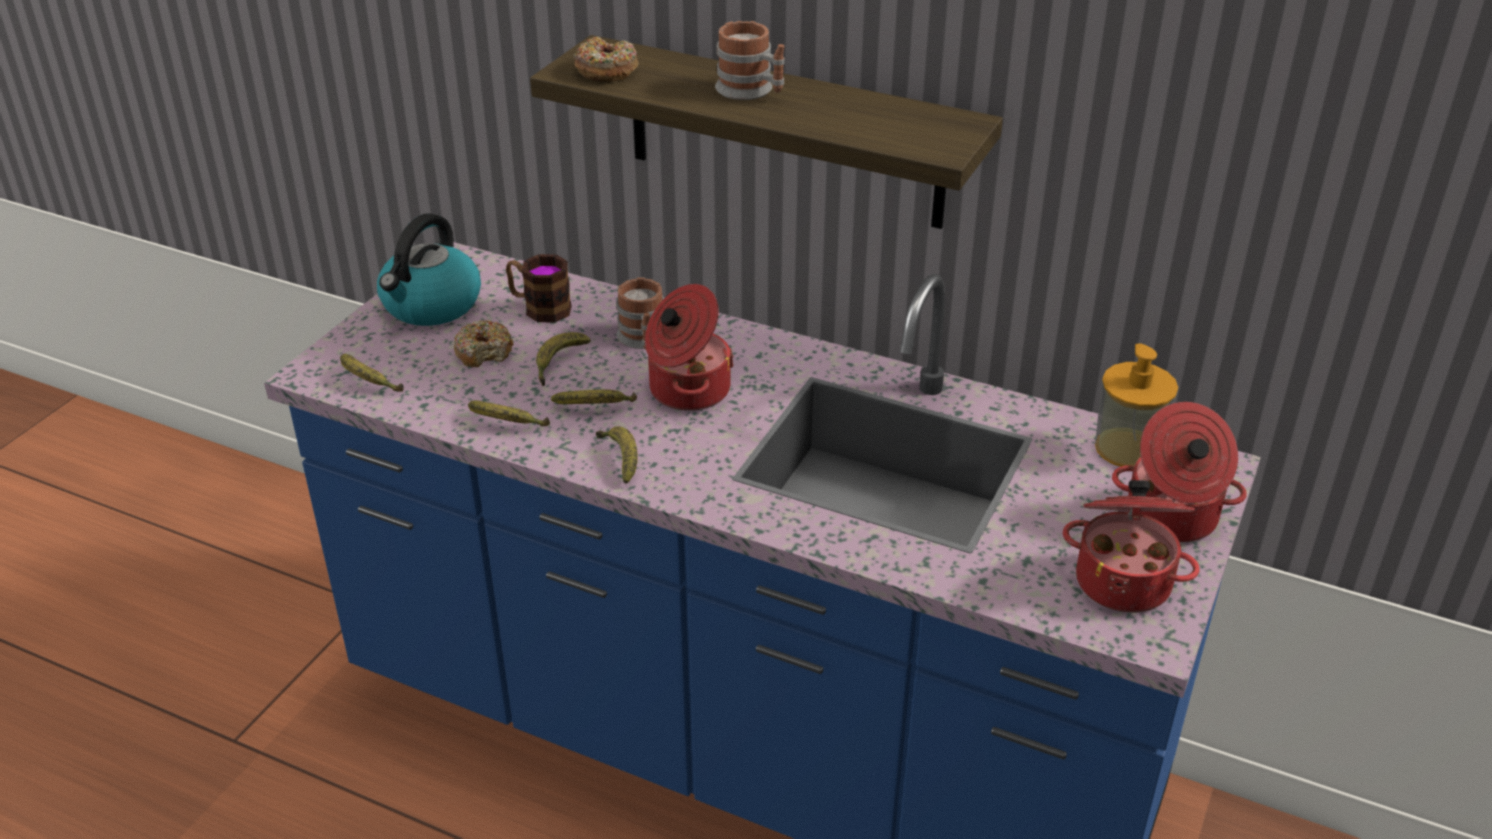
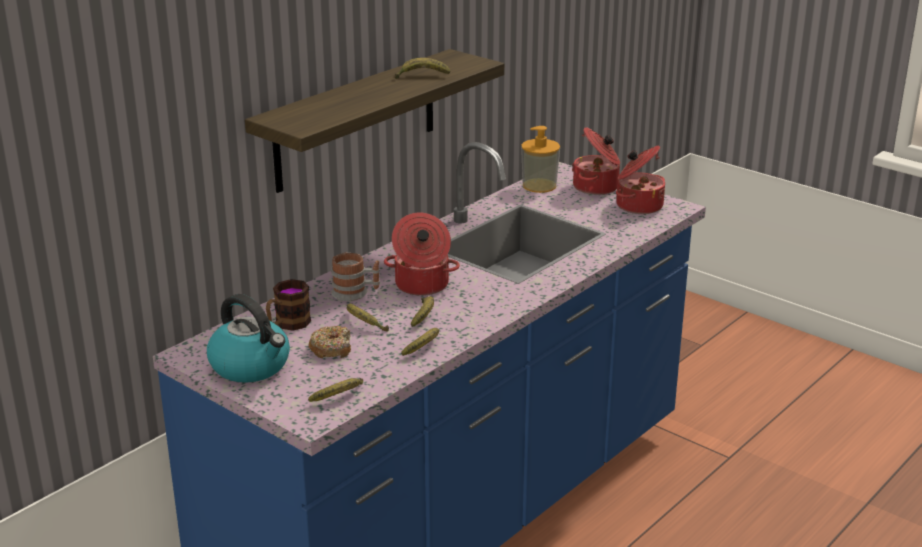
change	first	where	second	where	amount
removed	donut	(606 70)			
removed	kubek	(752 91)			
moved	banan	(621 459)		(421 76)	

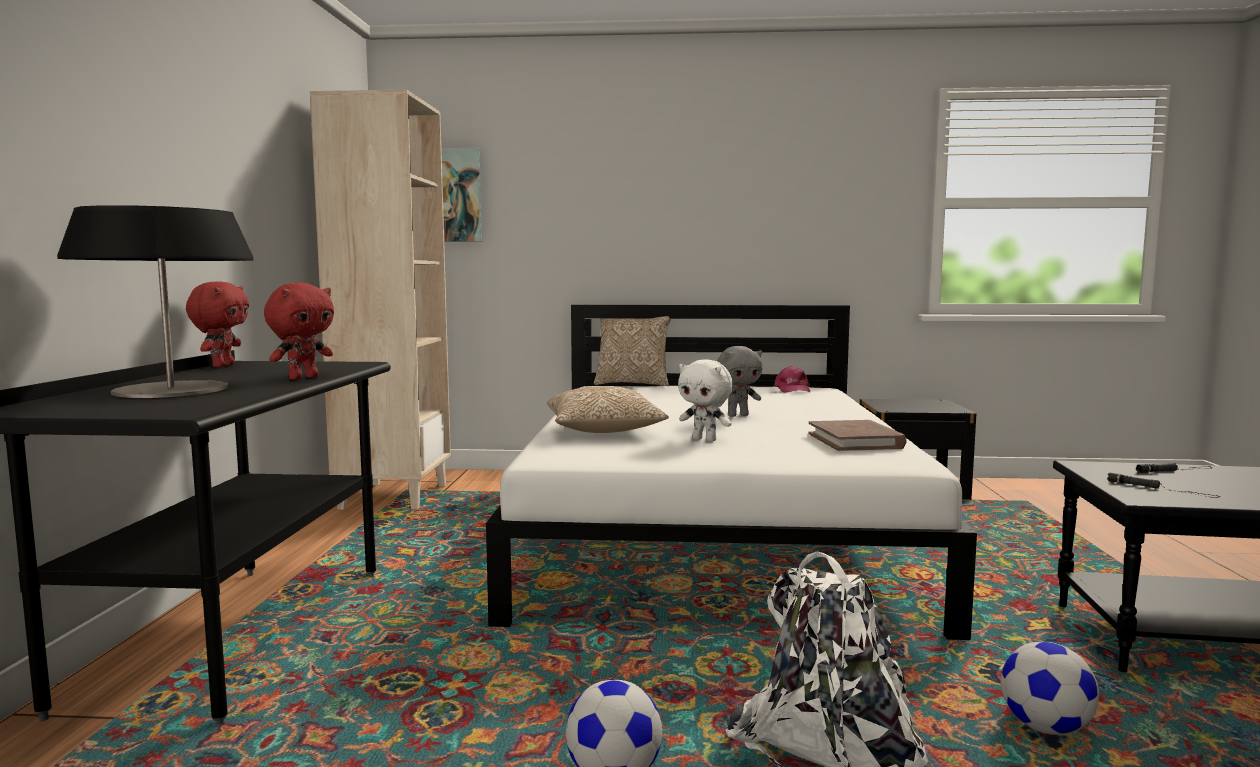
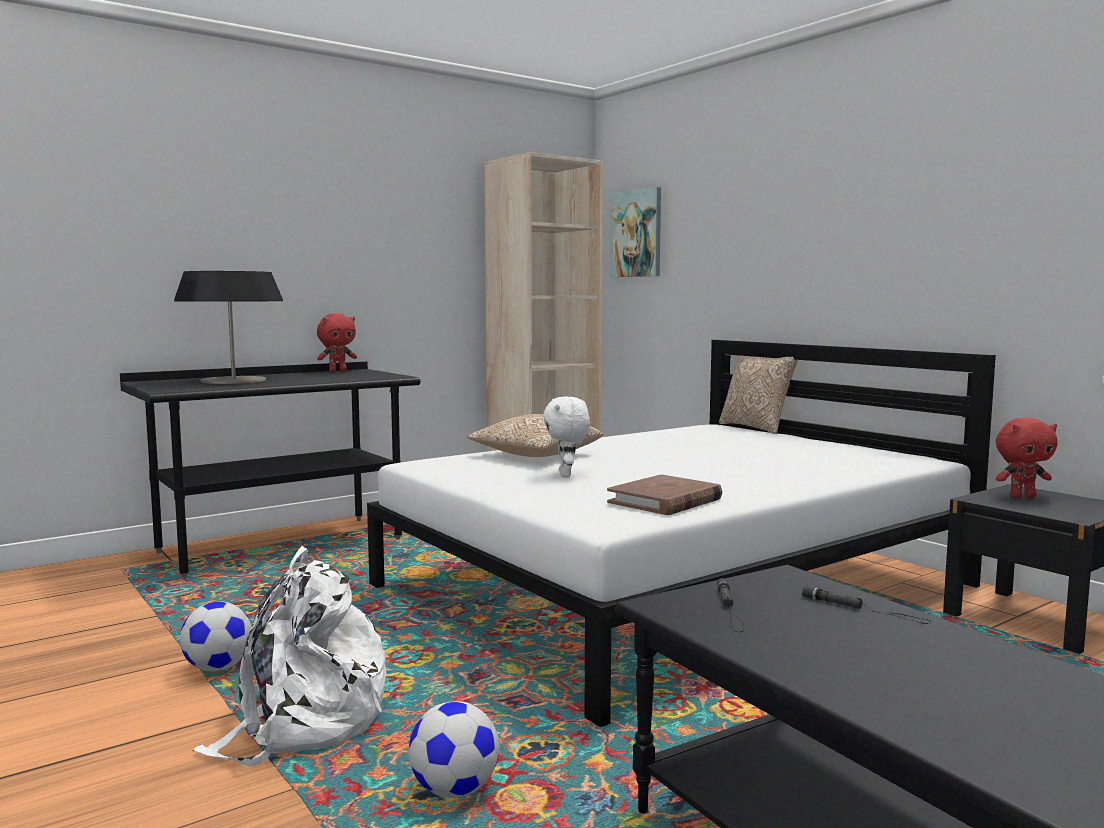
change	first	where	second	where	amount
removed	pluszak [szary]	(738 415)			
removed	czapka z daszkiem [różowy]	(792 389)			
moved	pluszak [czerwony]	(303 378)		(1022 496)	

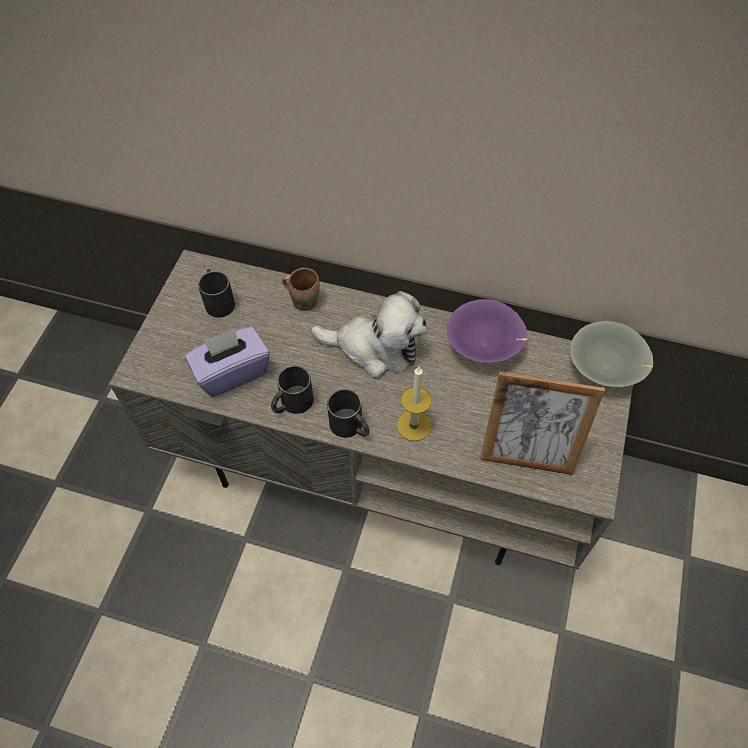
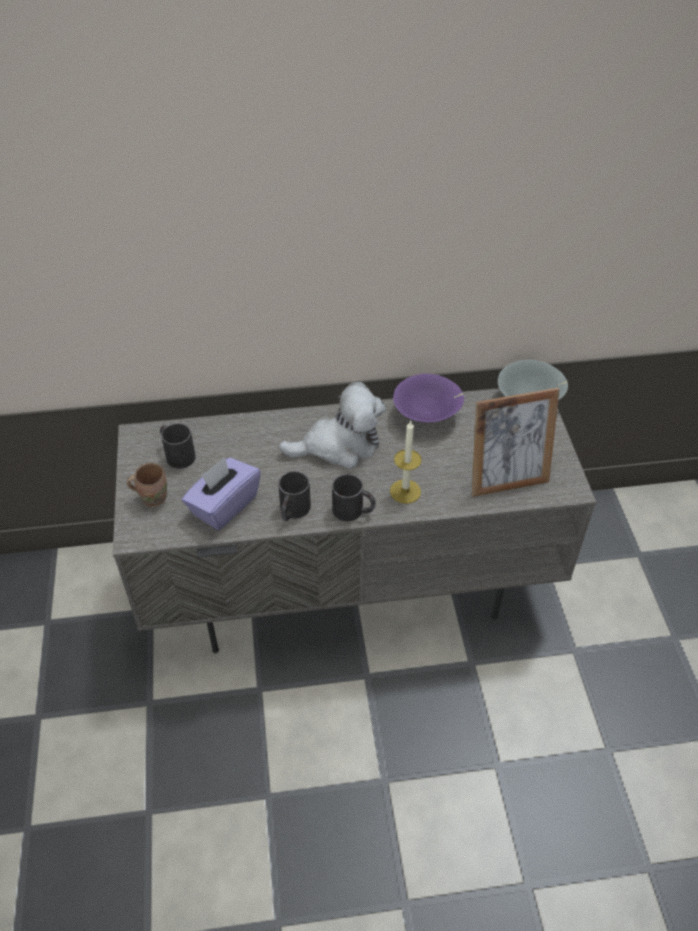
change	first	where	second	where	amount
moved	kubek [brązowy]	(304 300)		(152 496)	

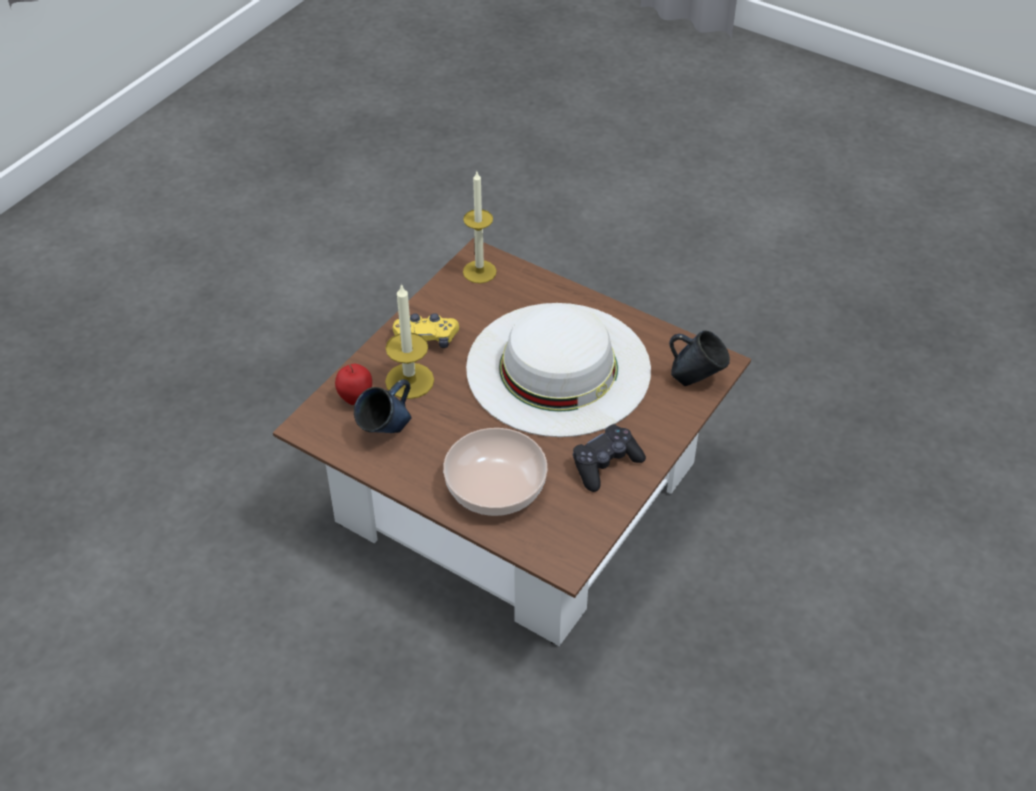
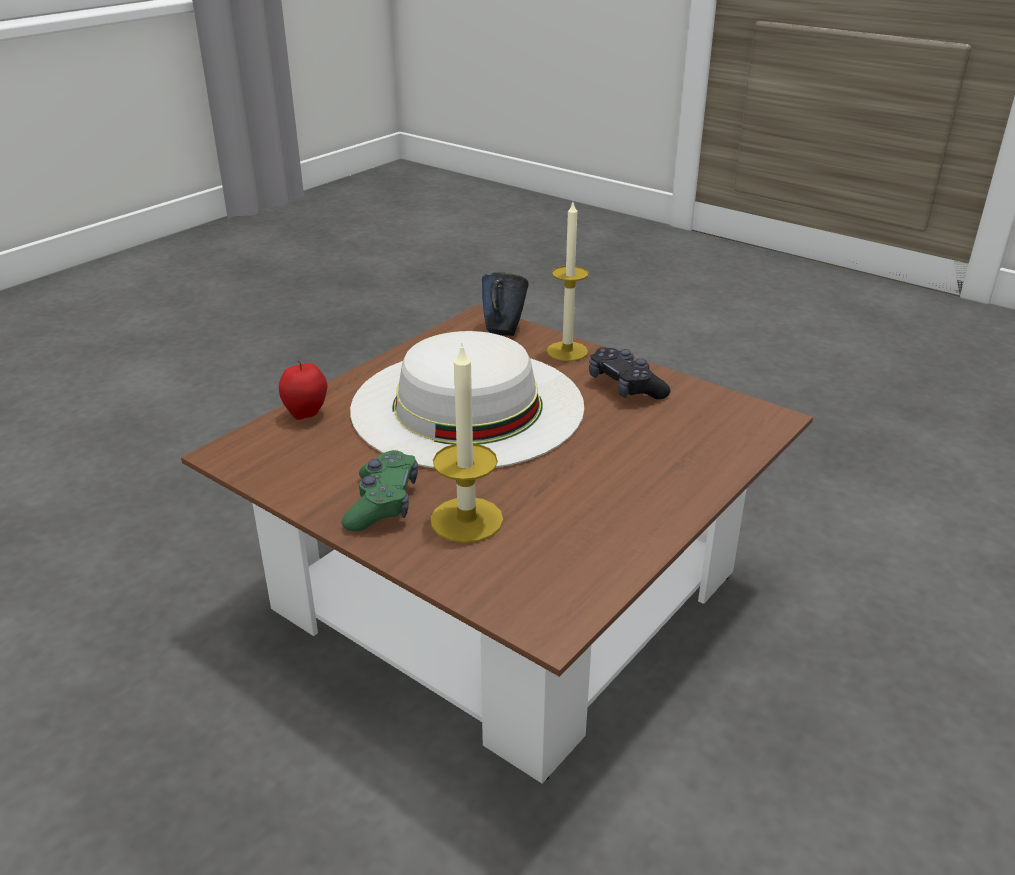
change	first	where	second	where	amount
removed	kubek [niebieski]	(387 432)			
removed	miska	(496 488)			
moved	jabłko	(356 400)		(306 414)	
moved	świeca	(479 272)		(567 351)	
recoloured	pad do gier [żółty]	(425 339)	pad do gier [zielony]	(383 503)	

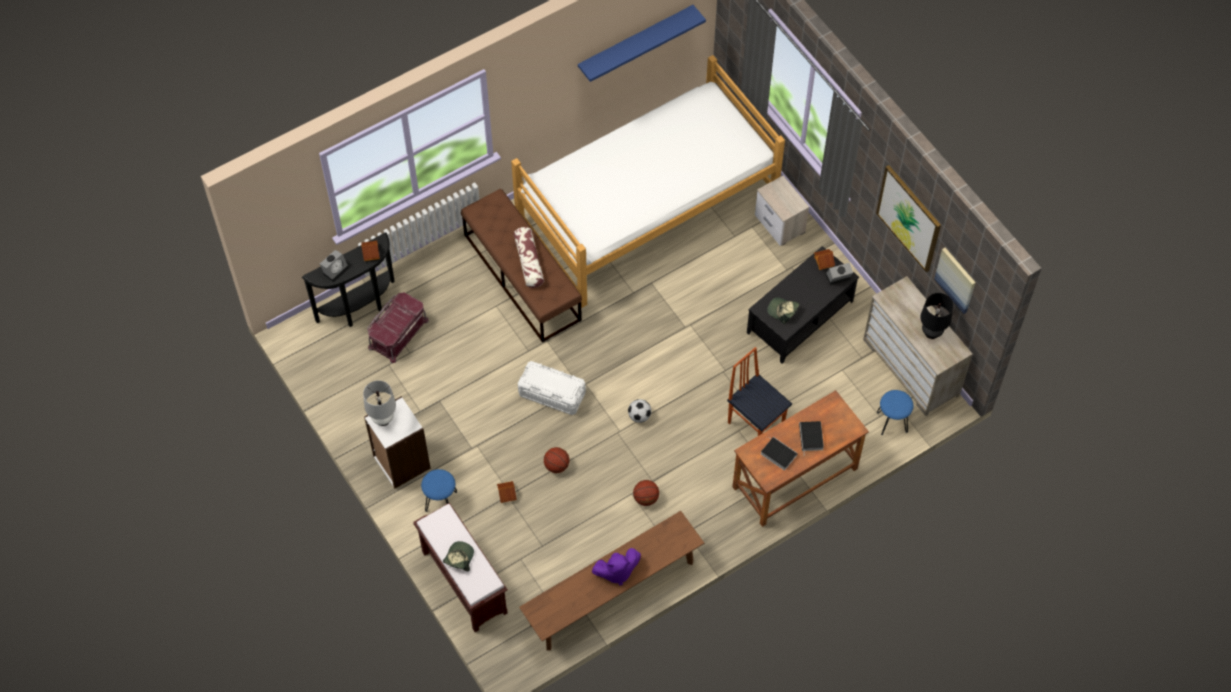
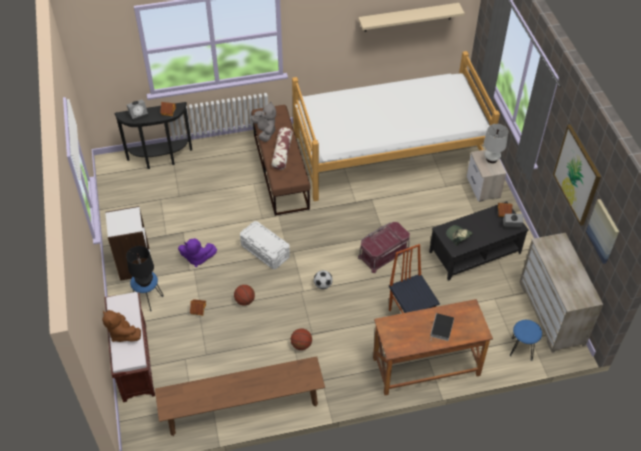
change	first	where	second	where	amount
removed	książka	(777 454)			
added			pluszak [szary]	(265 132)	
moved	lampa stołowa [biały]	(383 419)		(491 159)	
moved	pojemnik do przechowywania [czerwony]	(397 333)		(383 253)	
moved	pluszak [fioletowy]	(616 572)		(197 258)	
moved	lampa stołowa [czarny]	(932 332)		(144 281)	
replaced	czapka z daszkiem	(459 558)	pluszak [brązowy]	(122 333)	
recoloured	półka [niebieski]	(635 41)	półka [beżowy]	(408 17)	

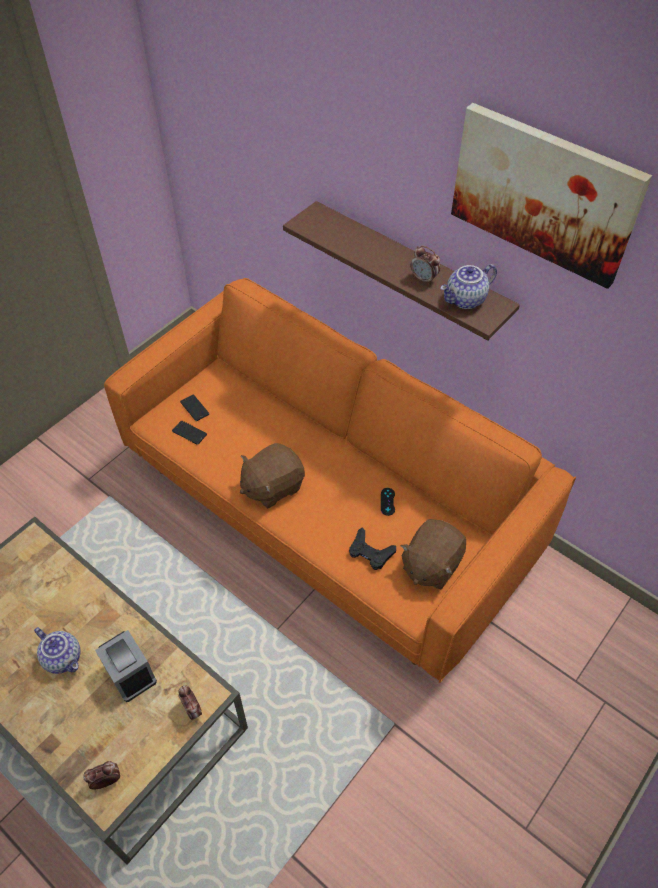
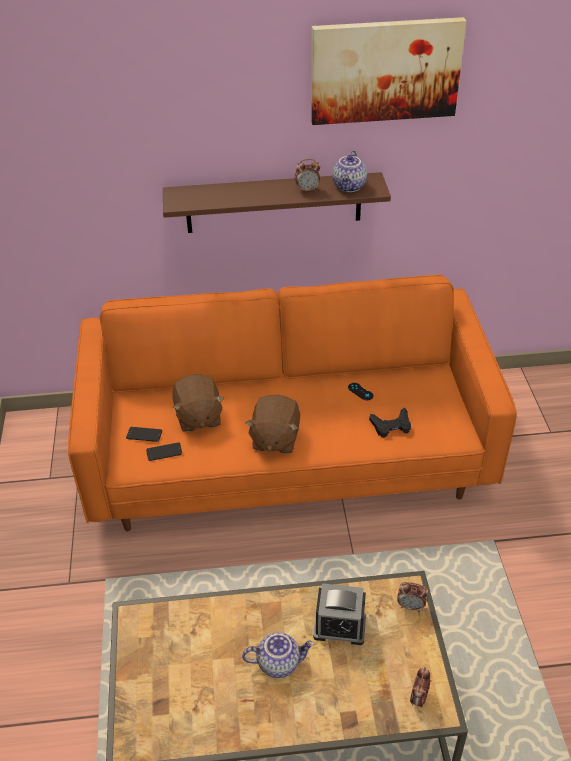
change	first	where	second	where	amount
moved	pluszak [brązowy]	(430 565)		(198 417)	

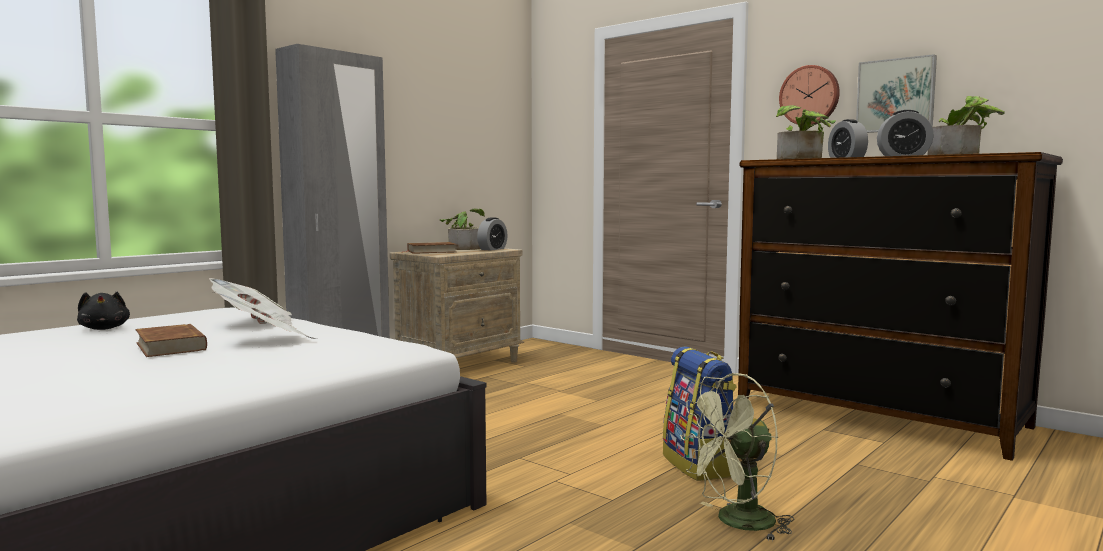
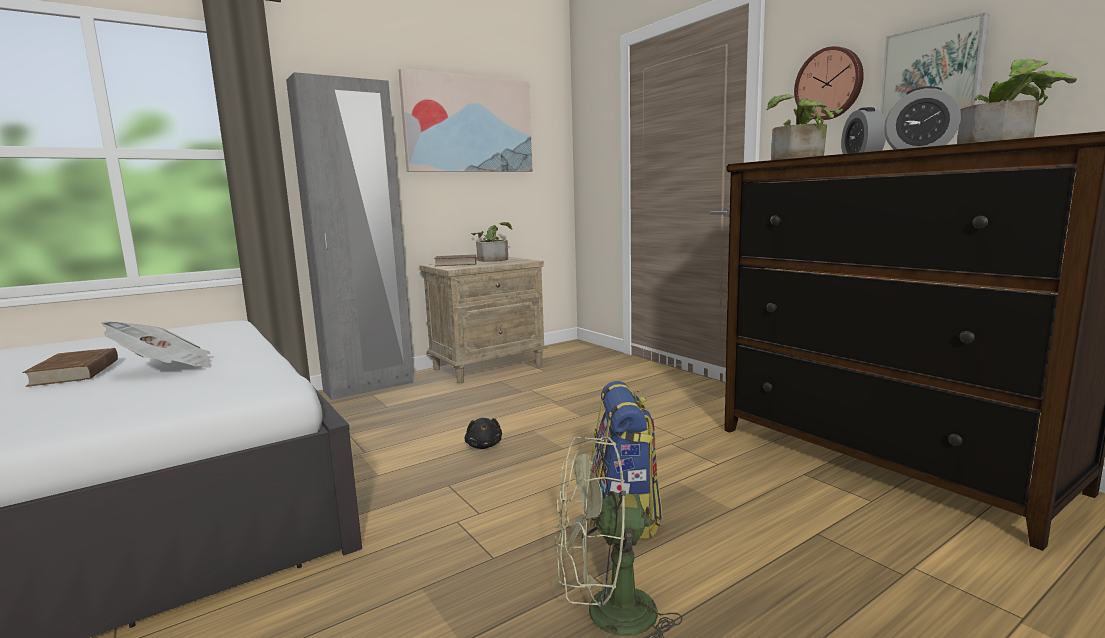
change	first	where	second	where	amount
removed	gazeta	(255 324)			
removed	budzik	(492 249)			
added			obraz	(468 125)	
moved	pluszak [czarny]	(104 328)		(484 445)	

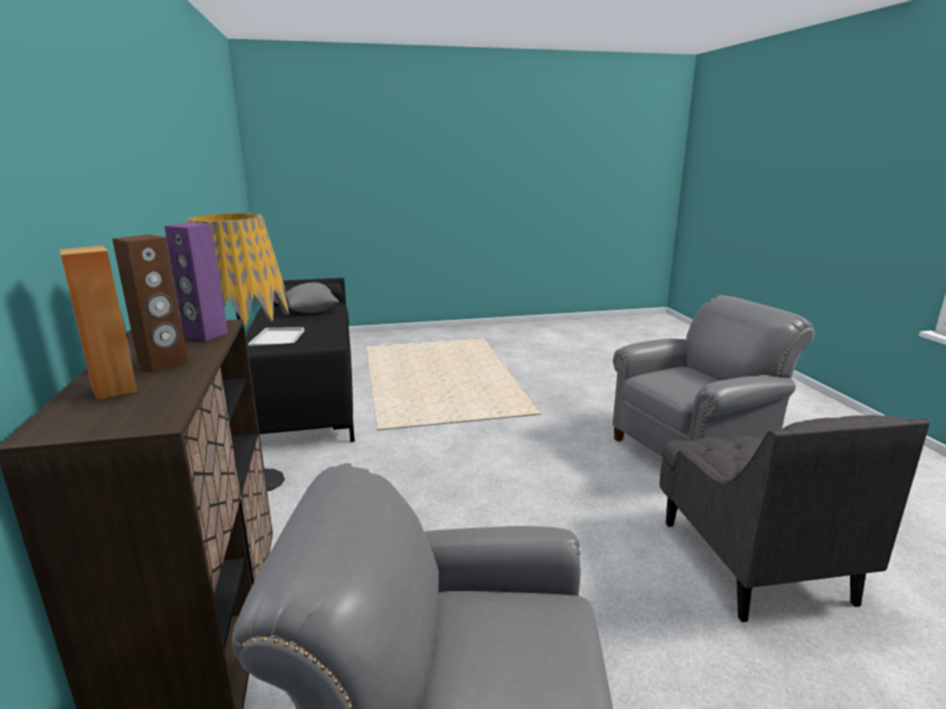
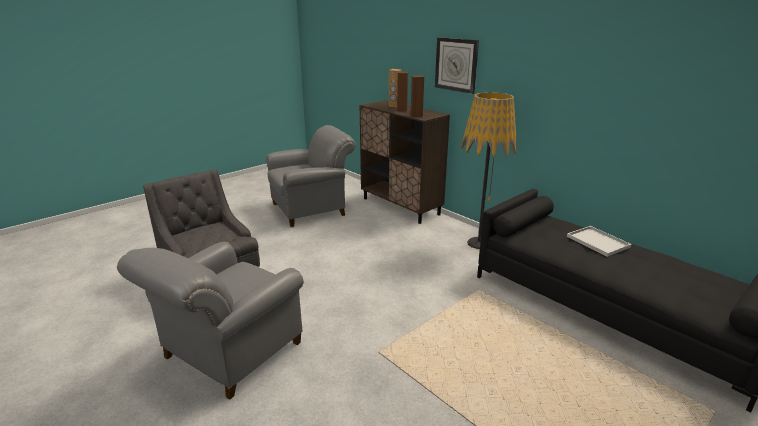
change	first	where	second	where	amount
removed	poduszka [szary]	(311 311)			
added			zegar ścienny	(456 64)	
recoloured	głośnik [fioletowy]	(205 335)	głośnik [brązowy]	(416 115)	

